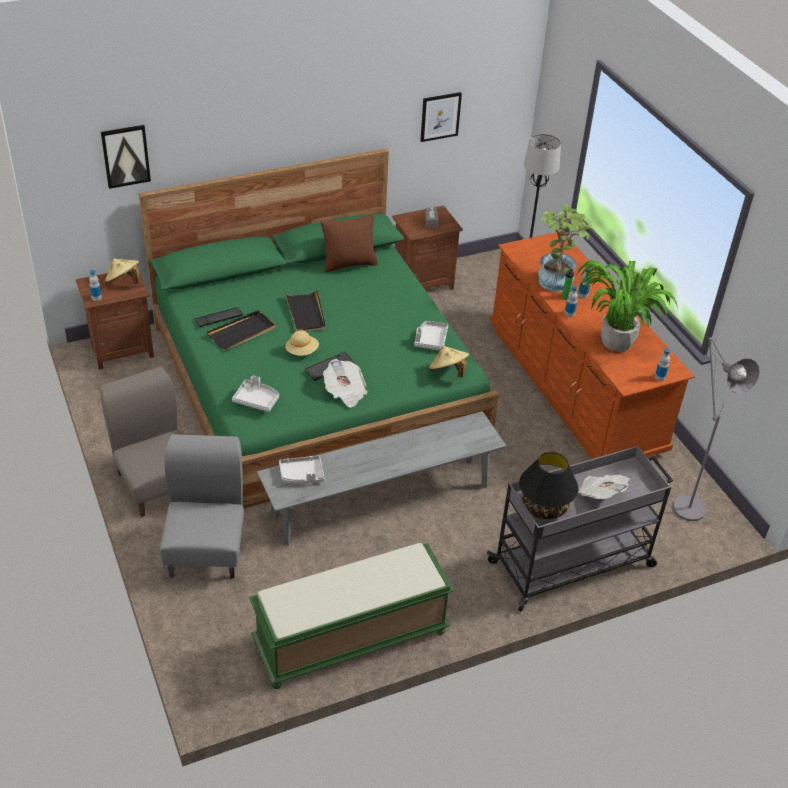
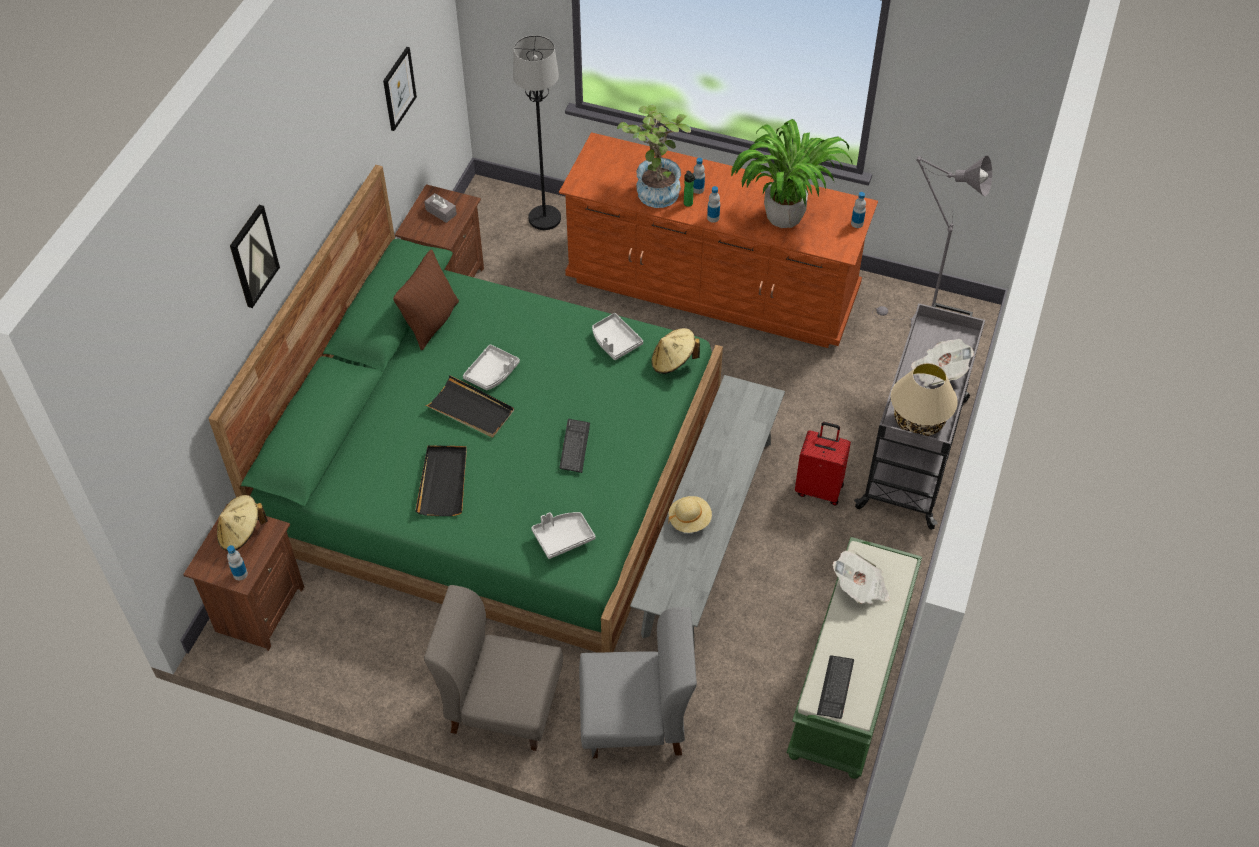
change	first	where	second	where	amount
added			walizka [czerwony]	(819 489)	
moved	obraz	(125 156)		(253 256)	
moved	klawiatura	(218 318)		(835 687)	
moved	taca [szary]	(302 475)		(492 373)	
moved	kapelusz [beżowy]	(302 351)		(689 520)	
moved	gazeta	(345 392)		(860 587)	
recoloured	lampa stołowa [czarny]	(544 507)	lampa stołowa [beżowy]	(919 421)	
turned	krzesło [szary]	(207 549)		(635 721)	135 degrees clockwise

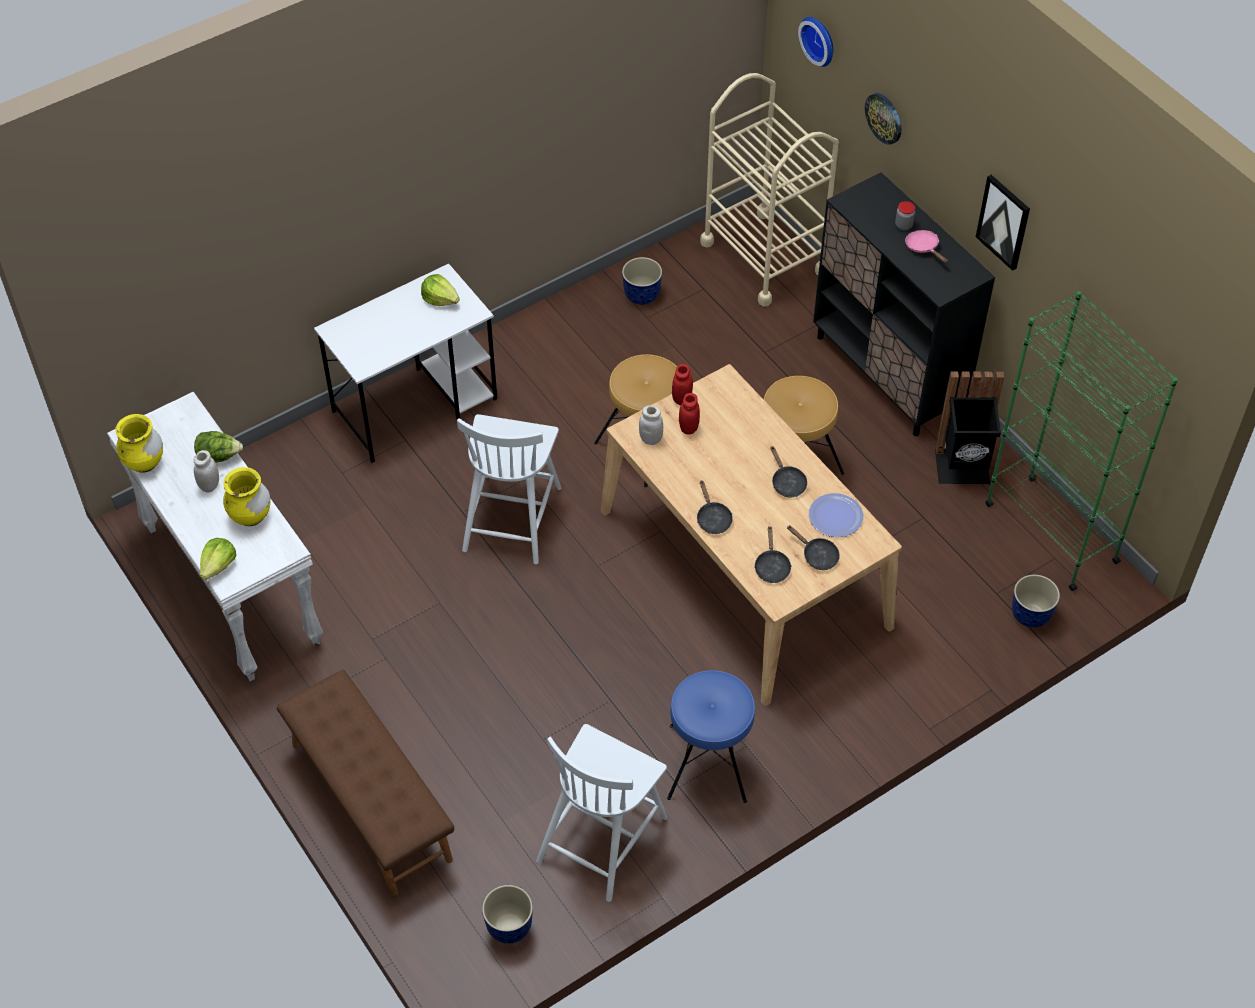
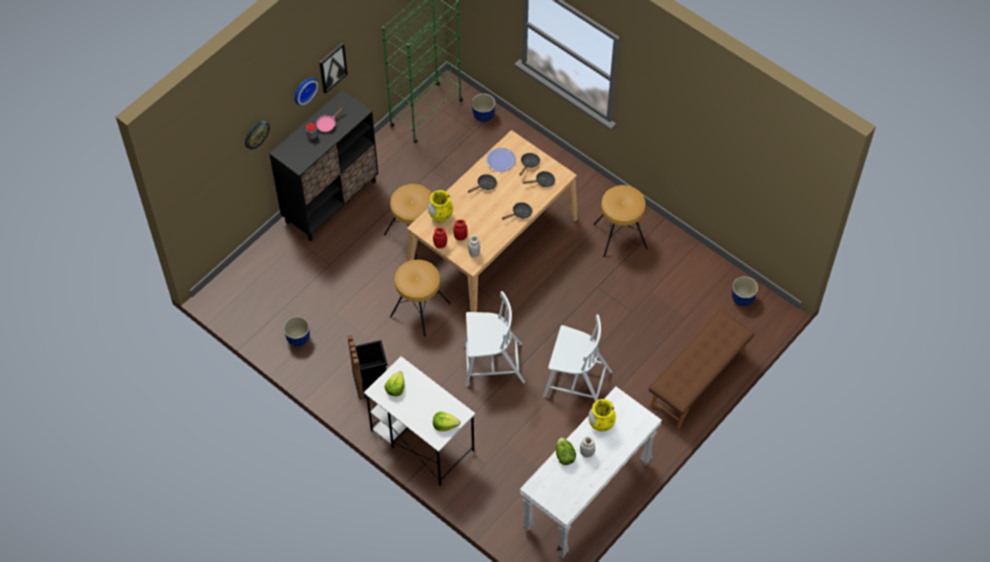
change	first	where	second	where	amount
removed	wózek [beżowy]	(764 257)			
moved	wazon [żółty]	(145 463)		(440 215)	
moved	sałata	(219 566)		(445 424)	
moved	krzesło [biały]	(602 836)		(576 383)	
moved	zegar ścienny	(820 40)		(303 89)	
moved	kosz na śmieci [czarny]	(963 468)		(371 382)	
recoloured	stołek [niebieski]	(708 763)	stołek [brązowy]	(620 235)	

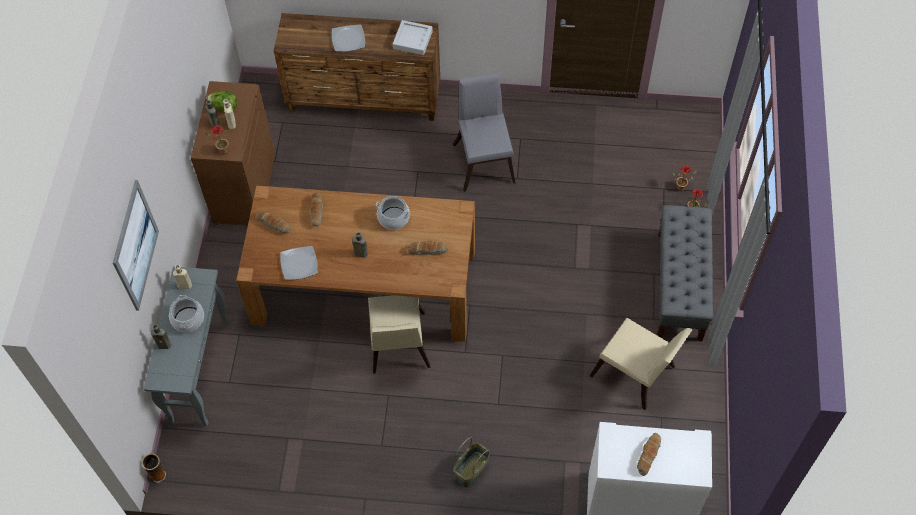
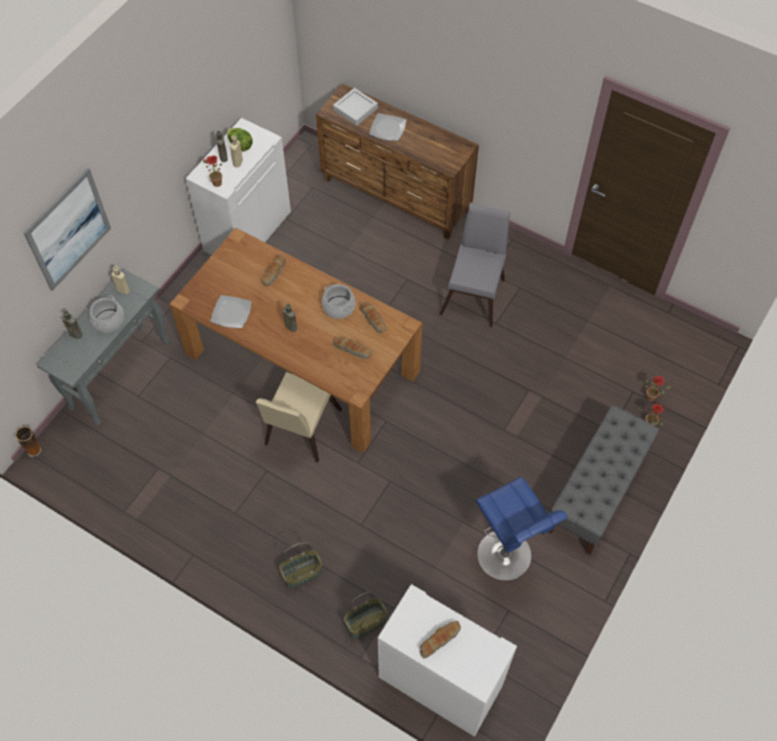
change	first	where	second	where	amount
added			koszyk	(366 623)	
moved	chleb	(274 224)		(373 319)	
moved	taca [szary]	(412 40)		(355 109)	
replaced	krzesło [beżowy]	(636 375)	stołek [niebieski]	(506 558)	
recoloured	szafka [brązowy]	(243 188)	szafka [biały]	(247 231)	

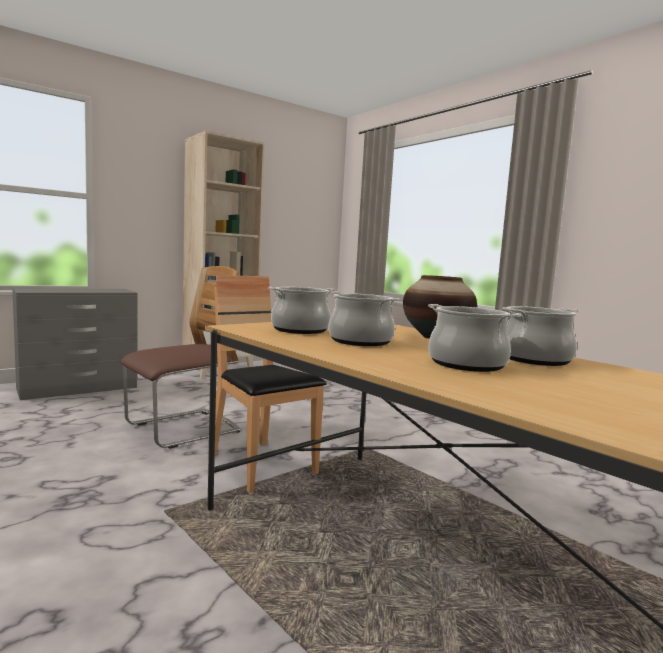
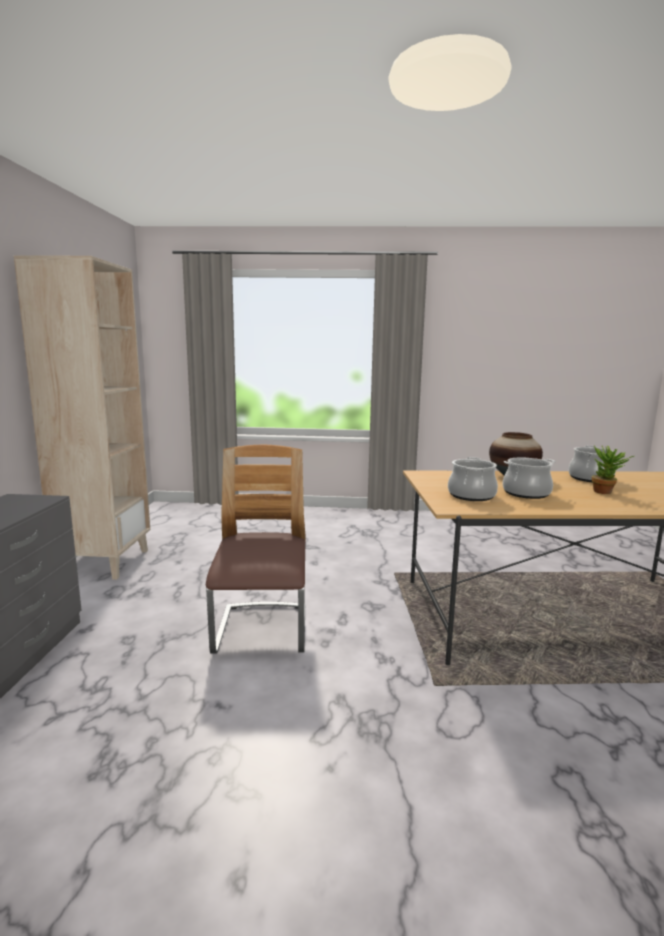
change	first	where	second	where	amount
removed	krzesło [brązowy]	(260 466)			
replaced	garnek	(466 364)	roślina doniczkowa	(606 492)	

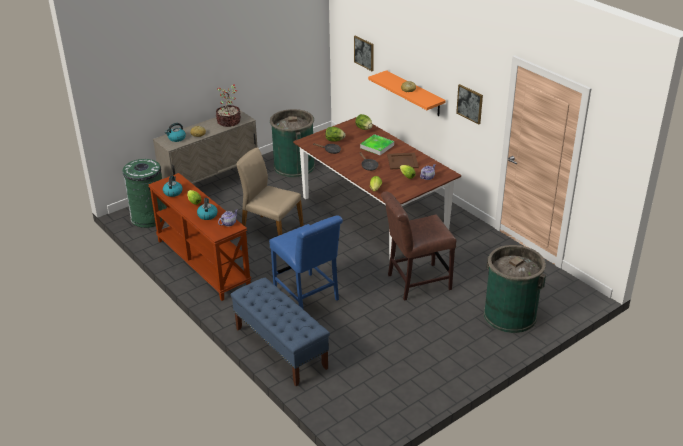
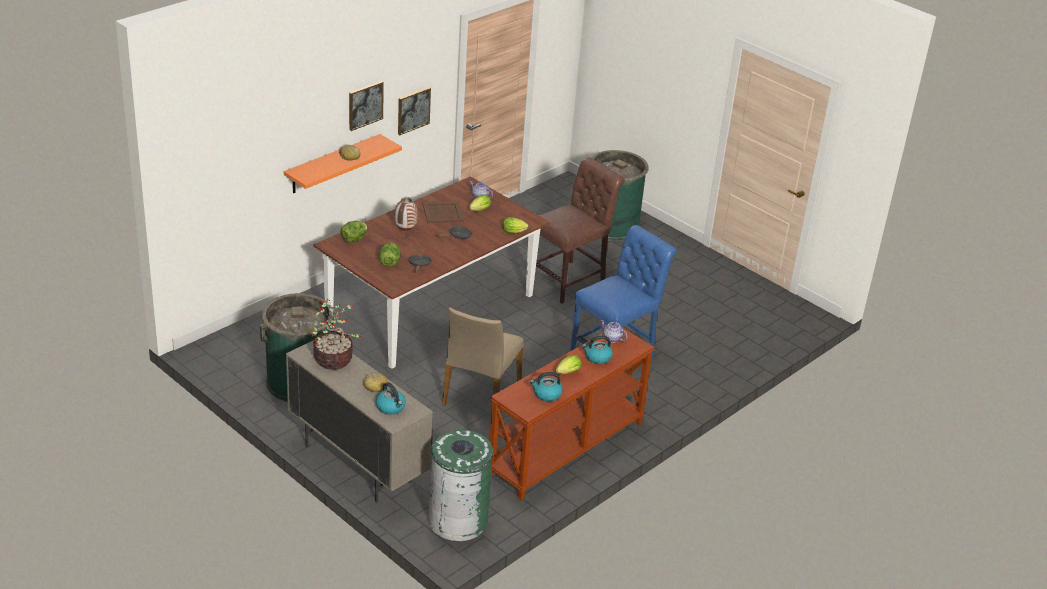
change	first	where	second	where	amount
removed	ławka [niebieski]	(280 348)			
moved	obraz	(364 53)		(365 105)	
replaced	taca	(377 146)	wazon	(405 230)	
turned	krzesło [brązowy]	(415 282)		(570 280)	105 degrees counterclockwise

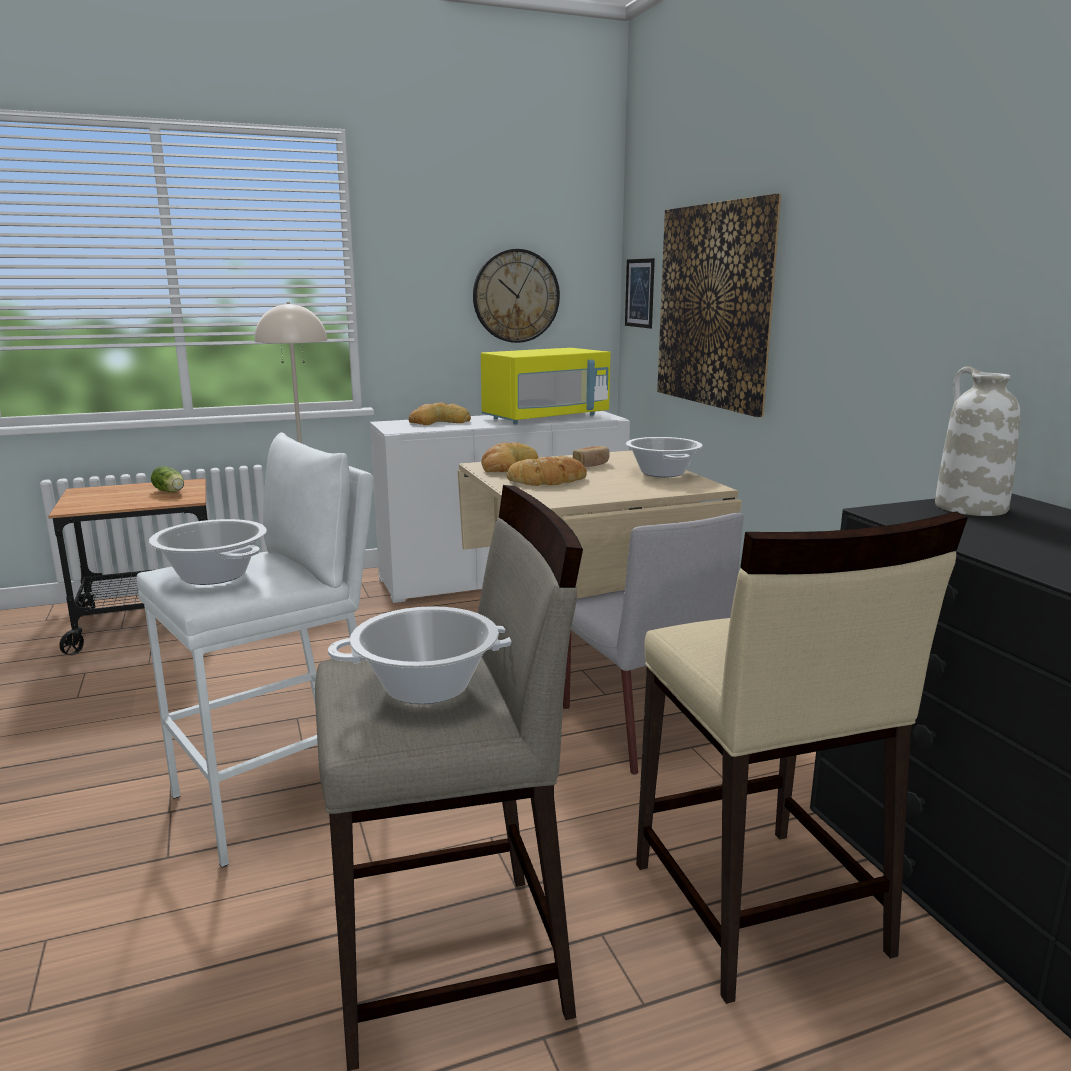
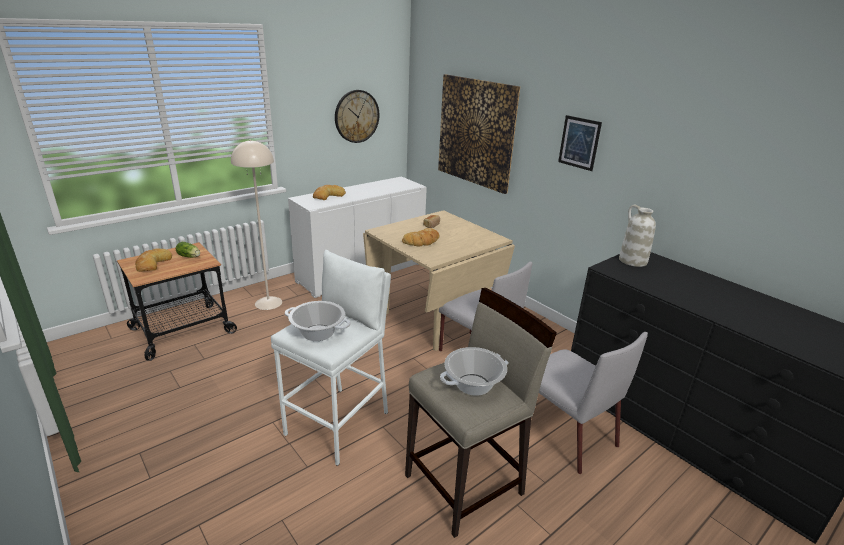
change	first	where	second	where	amount
removed	mikrofalówka [żółty]	(546 418)			
removed	garnek	(662 473)			
moved	chleb	(506 466)		(152 263)	
moved	obraz	(639 293)		(579 143)	
replaced	stołek [beżowy]	(757 909)	krzesło [szary]	(565 433)	

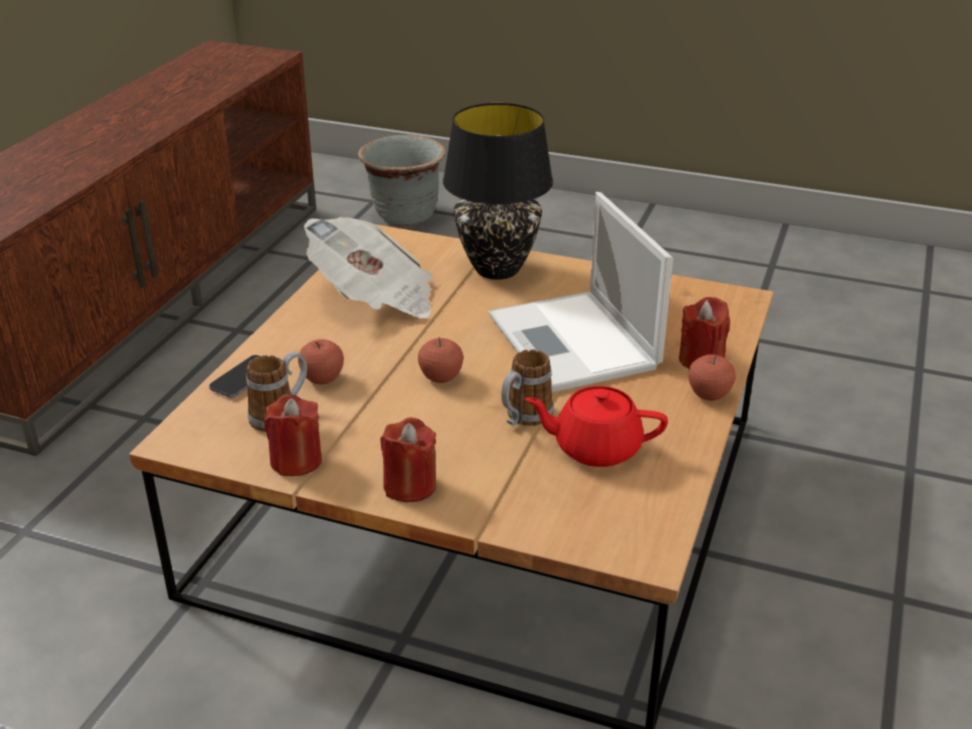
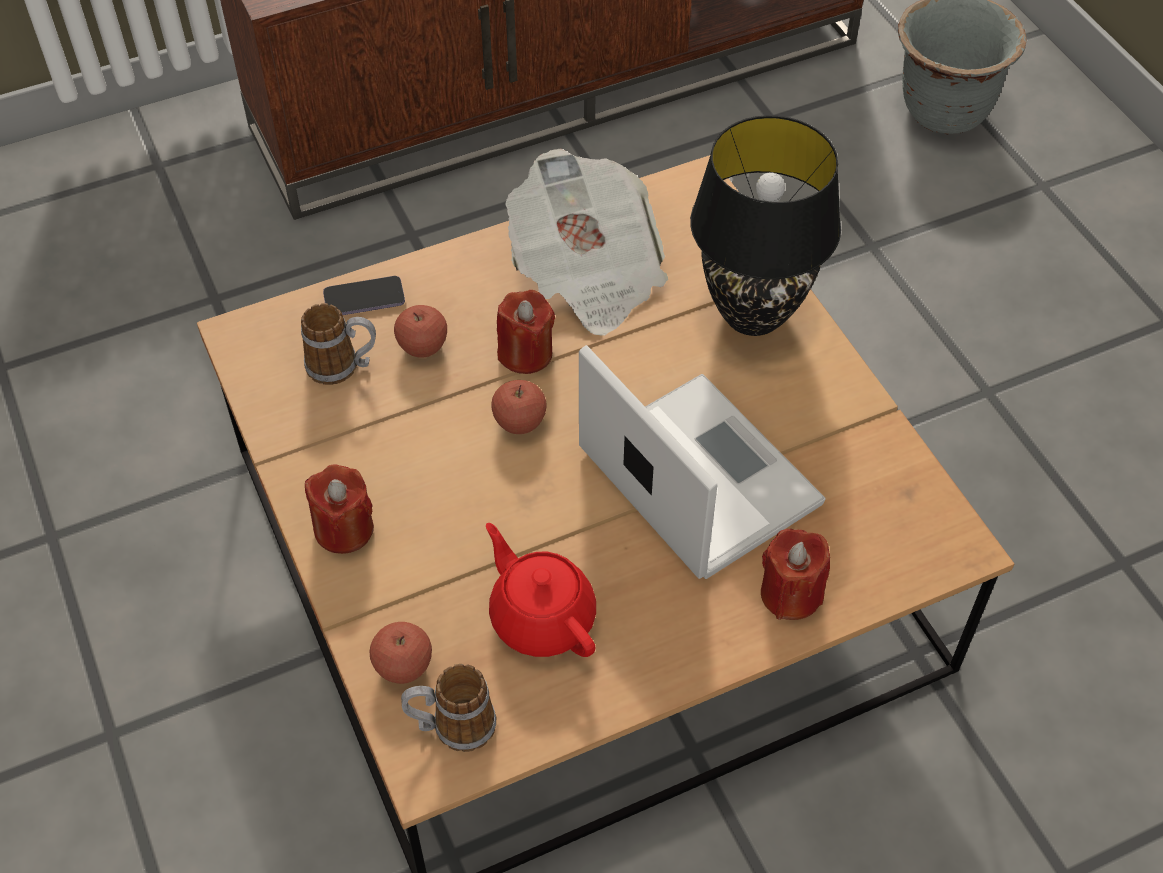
change	first	where	second	where	amount
moved	świeca [czerwony]	(296 461)		(525 353)	
moved	kubek	(523 418)		(452 726)	
moved	jabłko	(709 395)		(403 667)	
turned	laptop	(575 343)		(695 474)	120 degrees clockwise

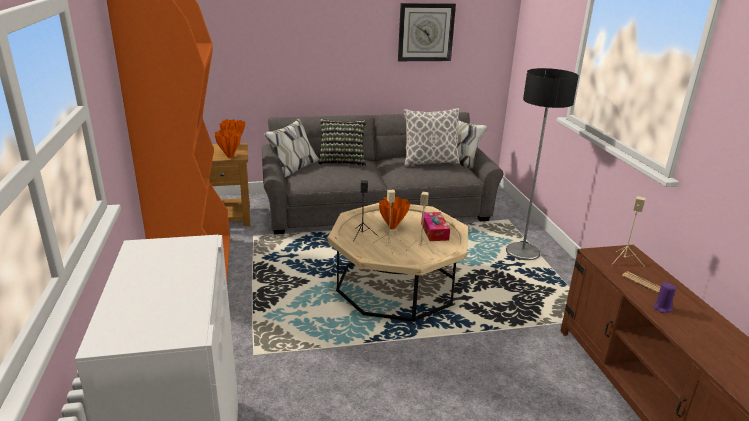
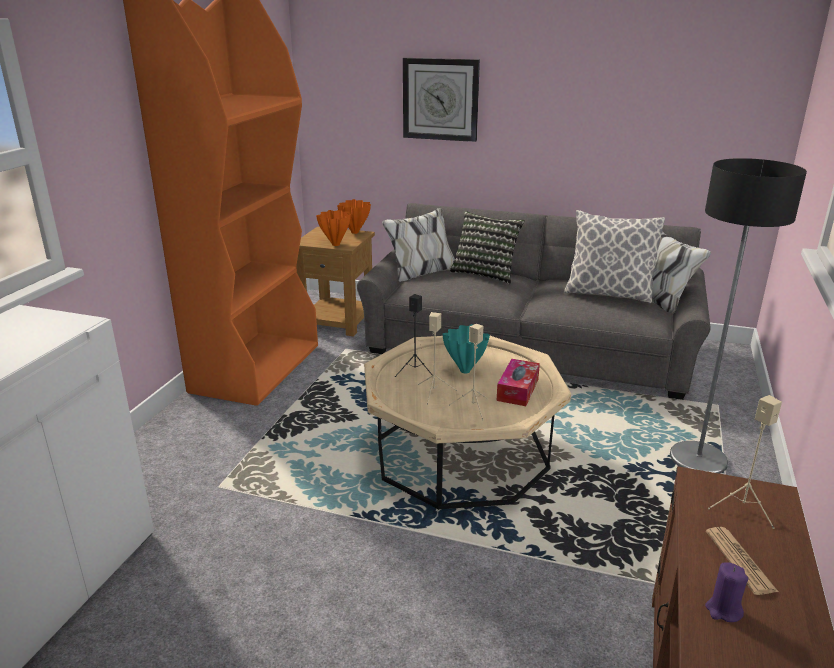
change	first	where	second	where	amount
moved	zegar ścienny	(425 32)		(440 99)	
recoloured	wazon [pomarańczowy]	(392 228)	wazon [turkusowy]	(464 371)	

